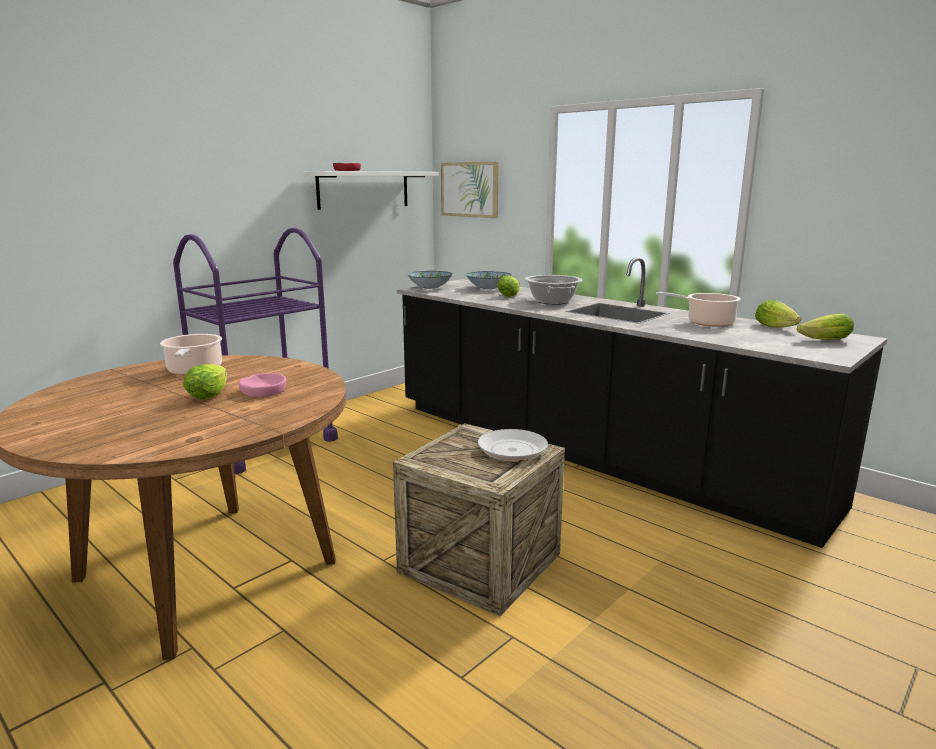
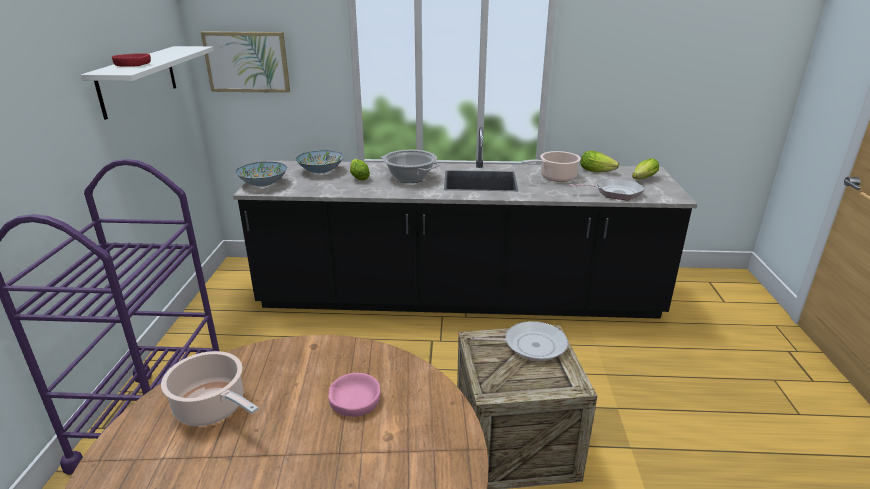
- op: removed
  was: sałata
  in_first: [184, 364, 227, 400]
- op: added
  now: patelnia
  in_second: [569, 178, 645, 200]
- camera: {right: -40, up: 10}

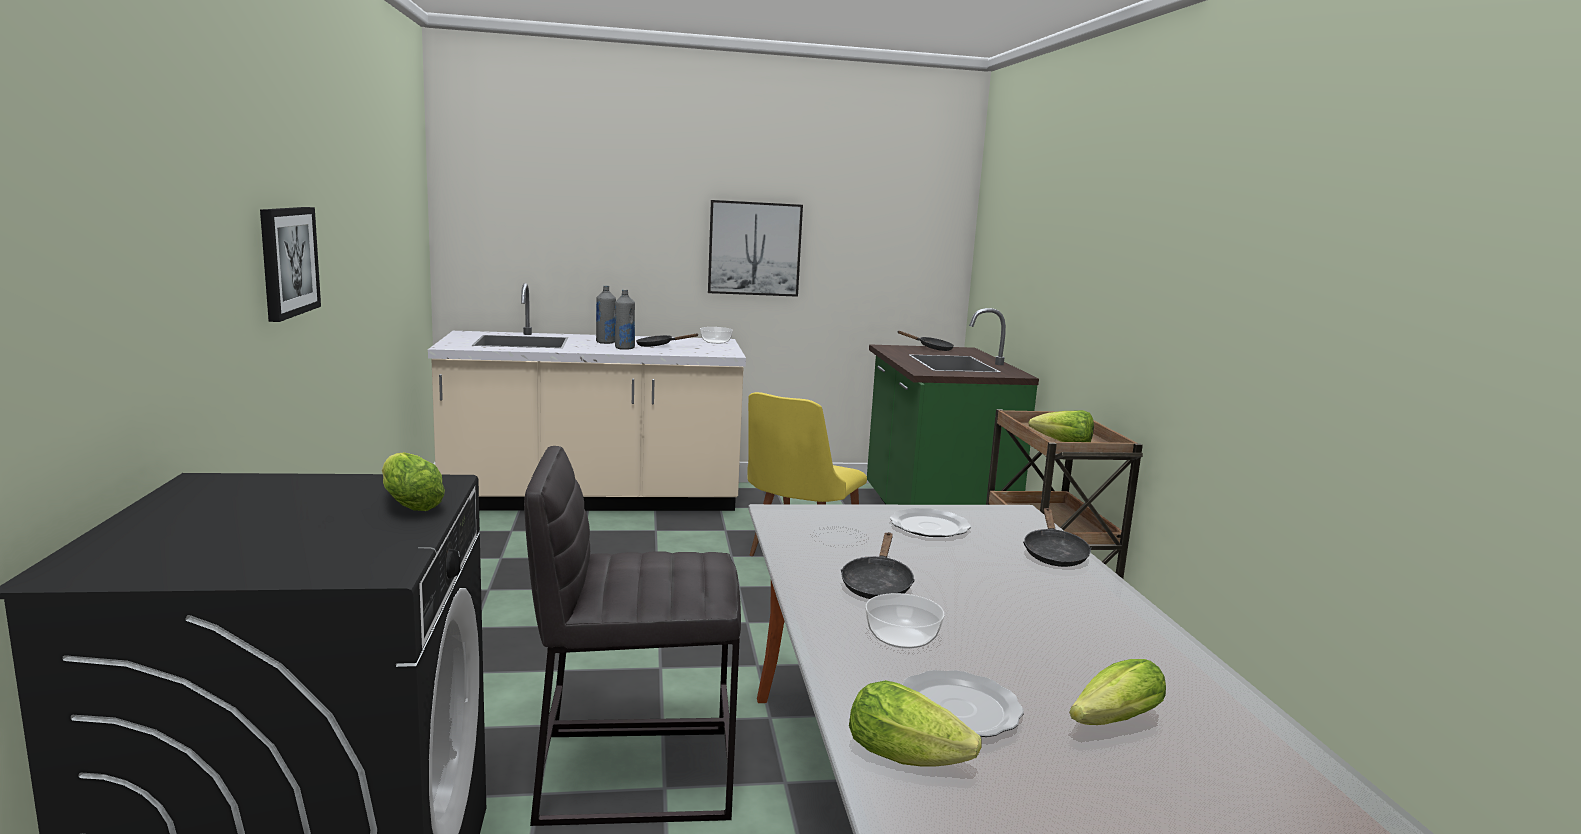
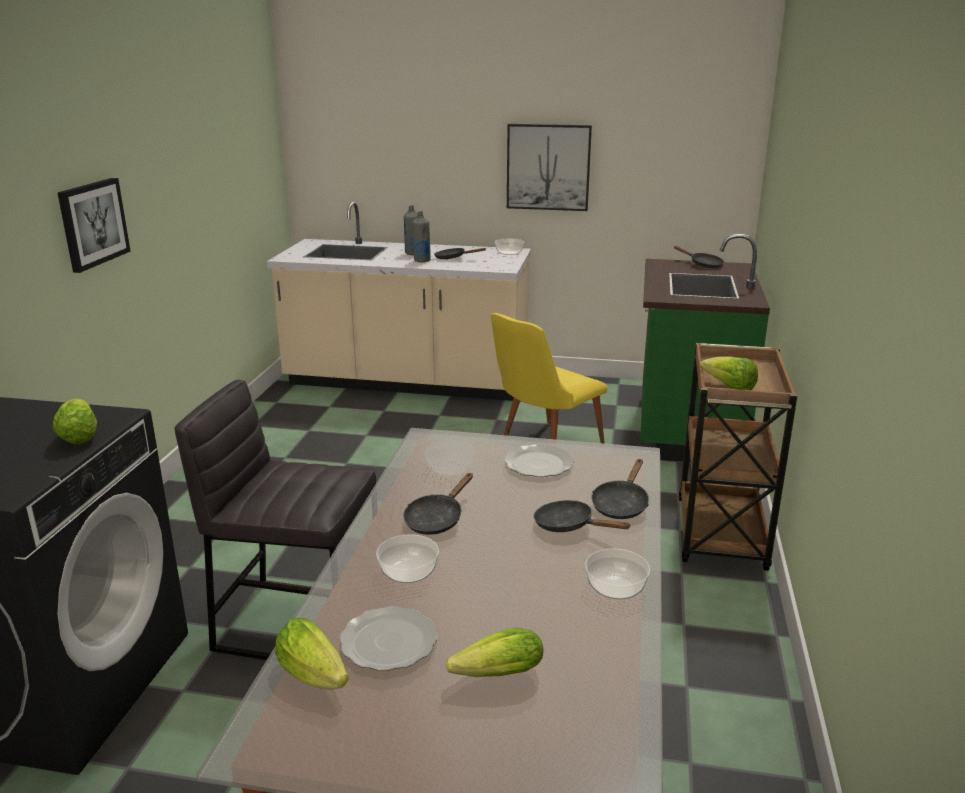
- op: added
  now: patelnia/czarny
  in_second: [534, 500, 630, 532]
- op: added
  now: miska
  in_second: [585, 549, 650, 599]
- camera: {right: 20, up: 10}

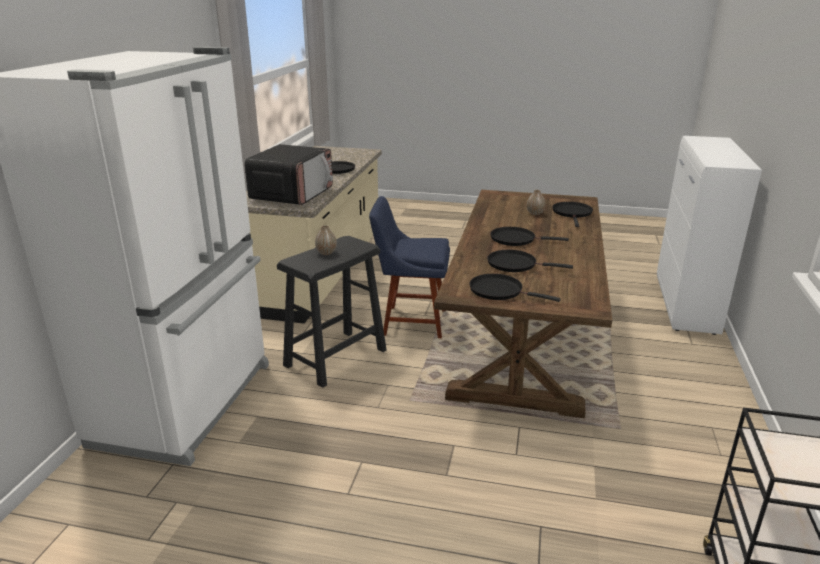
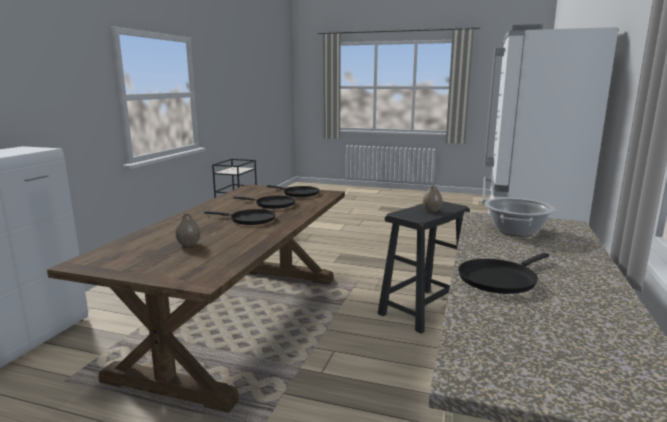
- op: replaced
  was: mikrofalówka
  now: garnek
  in_first: [244, 144, 333, 205]
  in_second: [484, 198, 556, 237]
- op: removed
  was: krzesło/niebieski
  in_first: [369, 196, 450, 338]
- op: removed
  was: patelnia/czarny
  in_first: [552, 202, 593, 227]
- camera: {right: -175, up: -10}

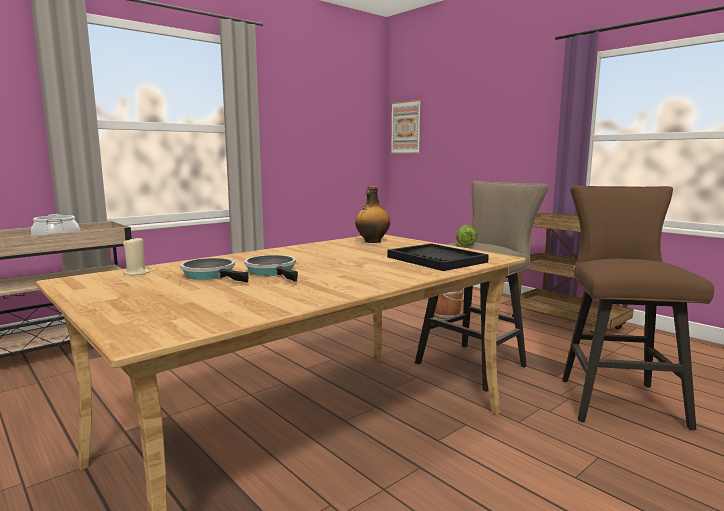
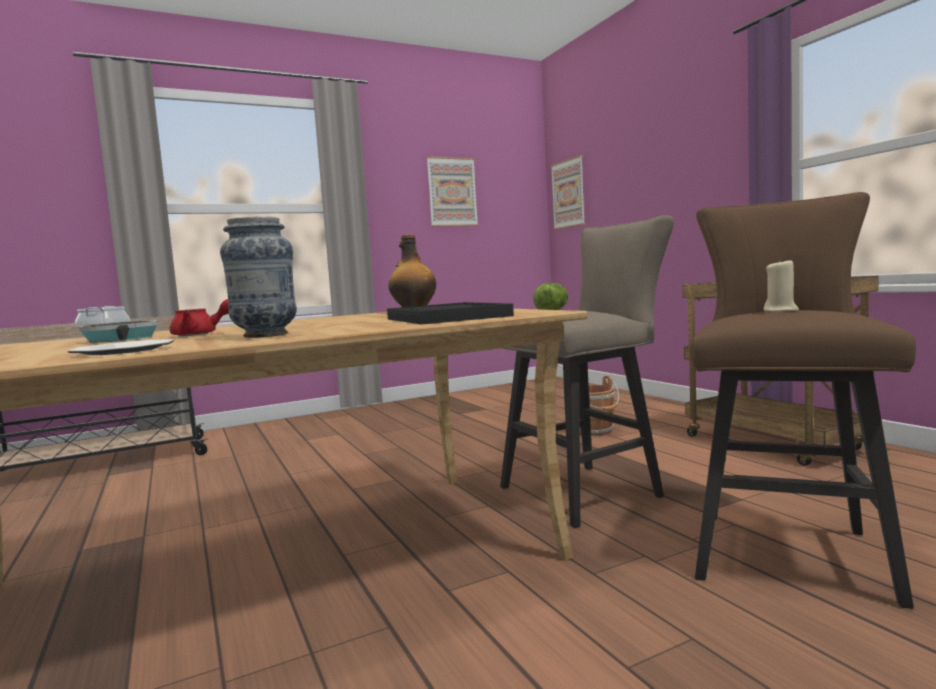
- op: moved
  was: świeca/beżowy
  in_first: [123, 236, 150, 275]
  in_second: [764, 258, 799, 312]
- op: replaced
  was: patelnia
  now: imbryk/czerwony
  in_first: [244, 255, 298, 282]
  in_second: [169, 299, 229, 336]
- op: added
  now: obraz
  in_second: [426, 156, 478, 227]
- op: added
  now: wazon
  in_second: [220, 217, 297, 338]
- op: added
  now: talerz
  in_second: [68, 339, 174, 355]
- camera: {right: 15, up: -5}

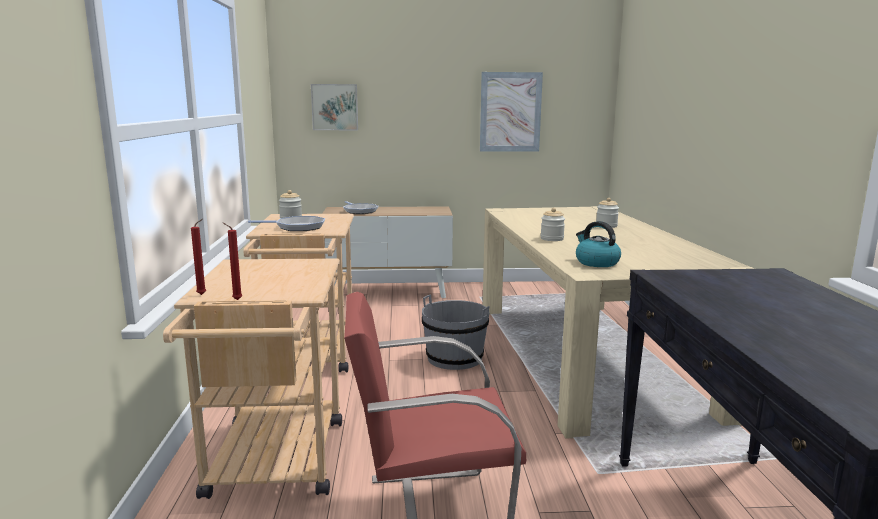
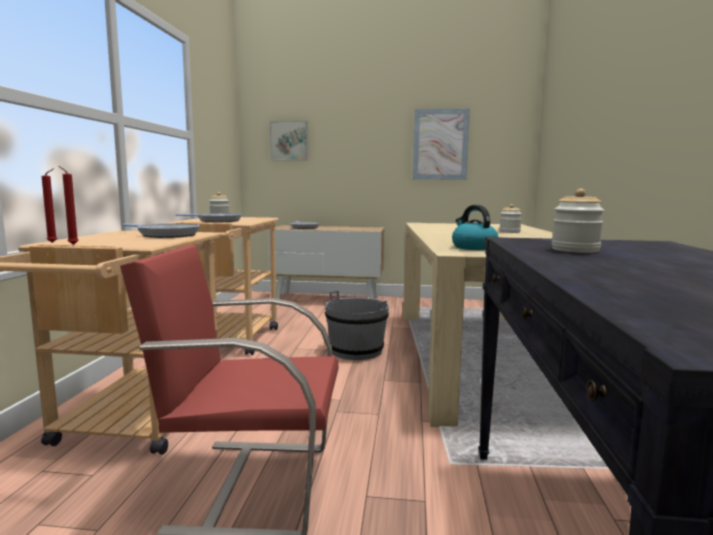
- op: moved
  was: słoik
  in_first: [541, 208, 565, 241]
  in_second: [552, 189, 604, 253]
- op: added
  now: patelnia
  in_second: [123, 223, 199, 238]
- camera: {right: 10, up: -5}

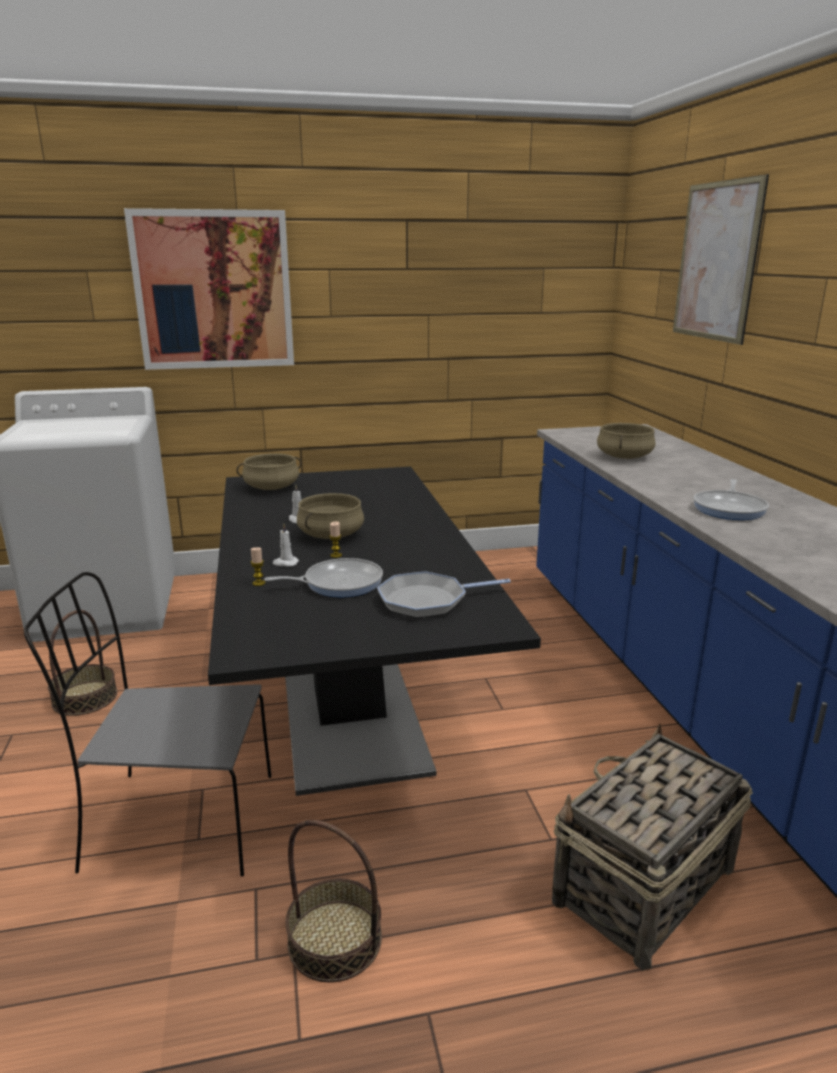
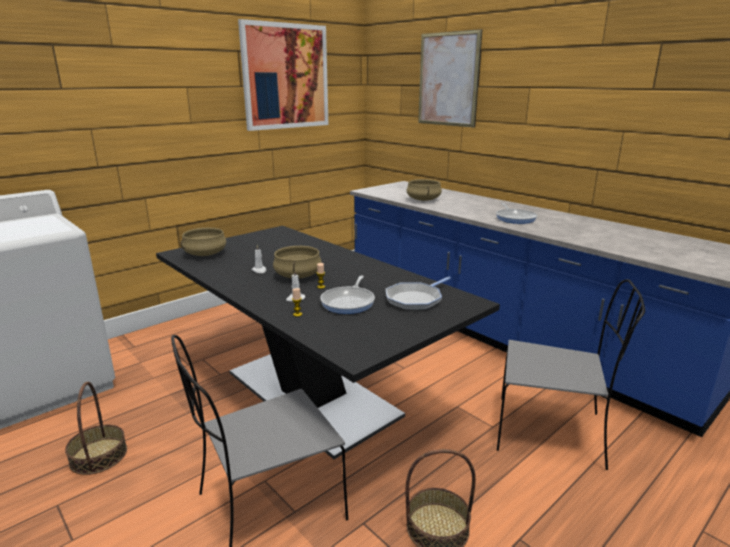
- op: moved
  was: obraz
  in_first: [124, 208, 294, 370]
  in_second: [238, 19, 329, 131]
- op: turned
  was: patelnia
  in_first: [264, 558, 383, 597]
  in_second: [320, 276, 375, 314]
  clockwise: 150
- op: replaced
  was: koszyk
  now: krzesło/szary
  in_first: [552, 724, 753, 971]
  in_second: [497, 279, 645, 470]
- camera: {right: -30, up: 0}

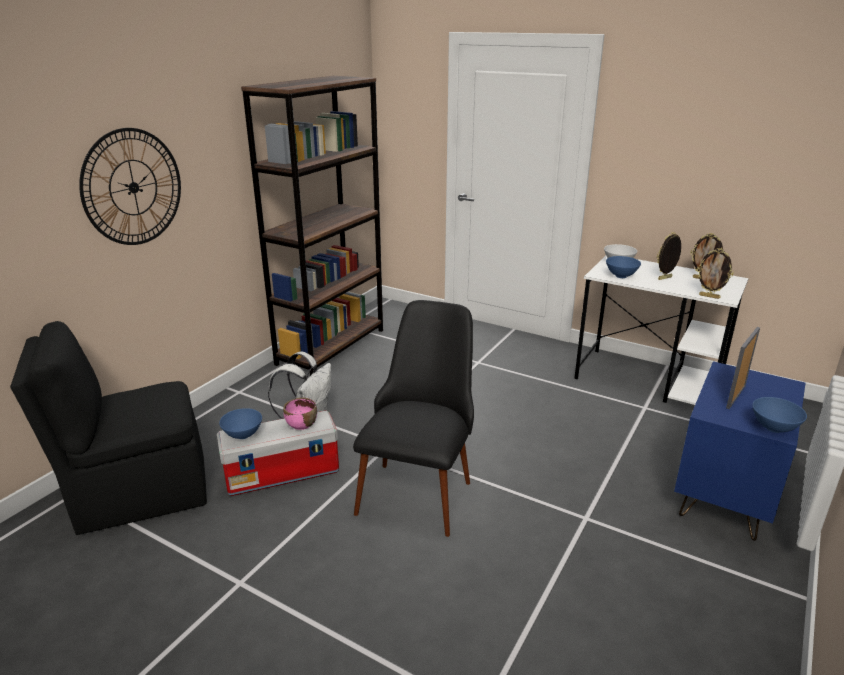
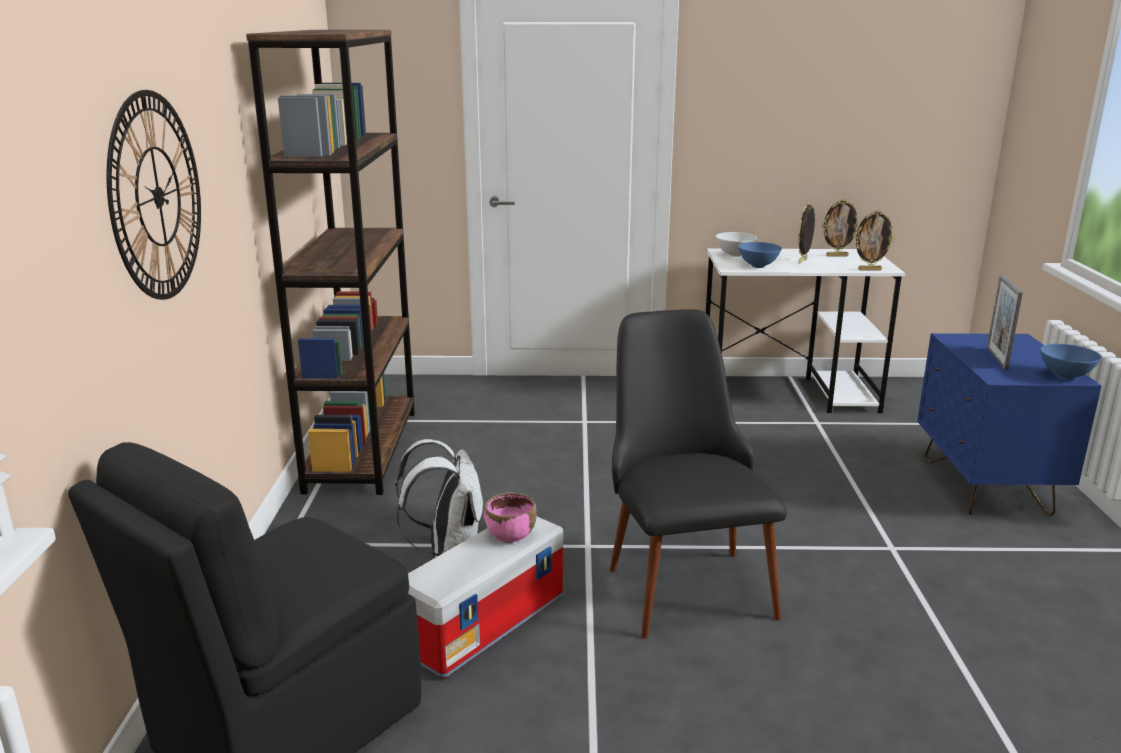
- op: removed
  was: miska/niebieski
  in_first: [219, 408, 262, 439]
- camera: {right: -30, up: -5}

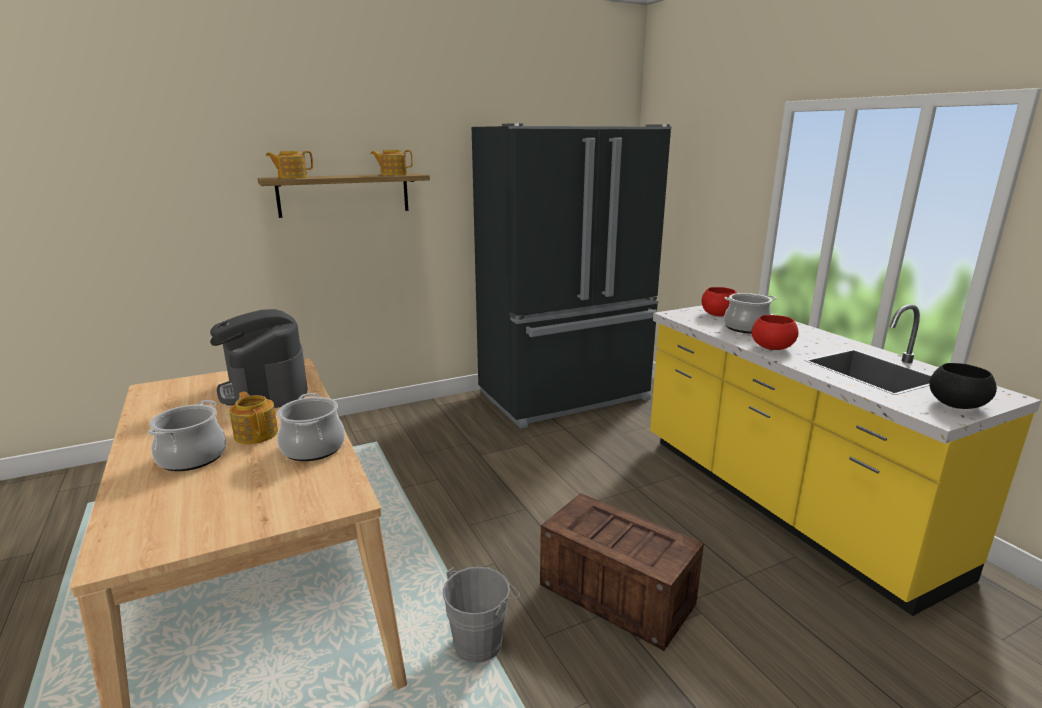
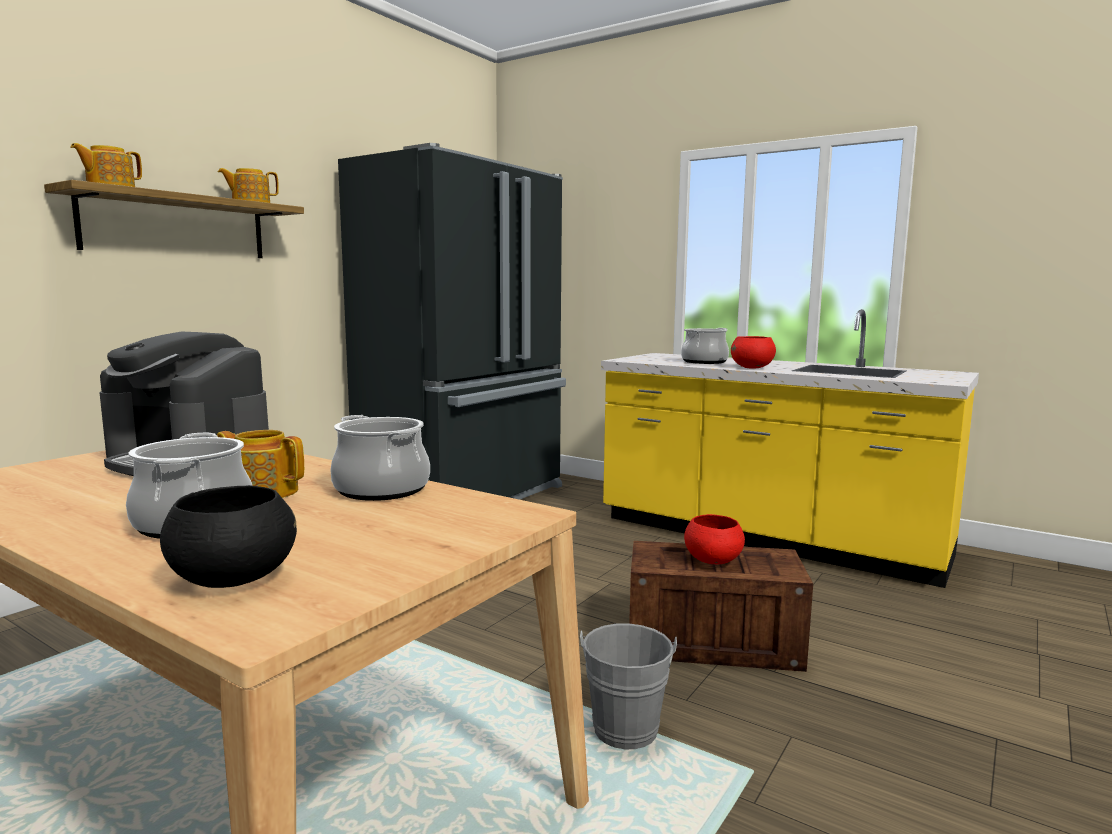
- op: moved
  was: miska/czerwony
  in_first: [702, 287, 737, 316]
  in_second: [684, 514, 745, 564]
- op: moved
  was: miska/czarny
  in_first: [929, 363, 997, 409]
  in_second: [160, 485, 297, 588]
- camera: {right: -30, up: -10}

